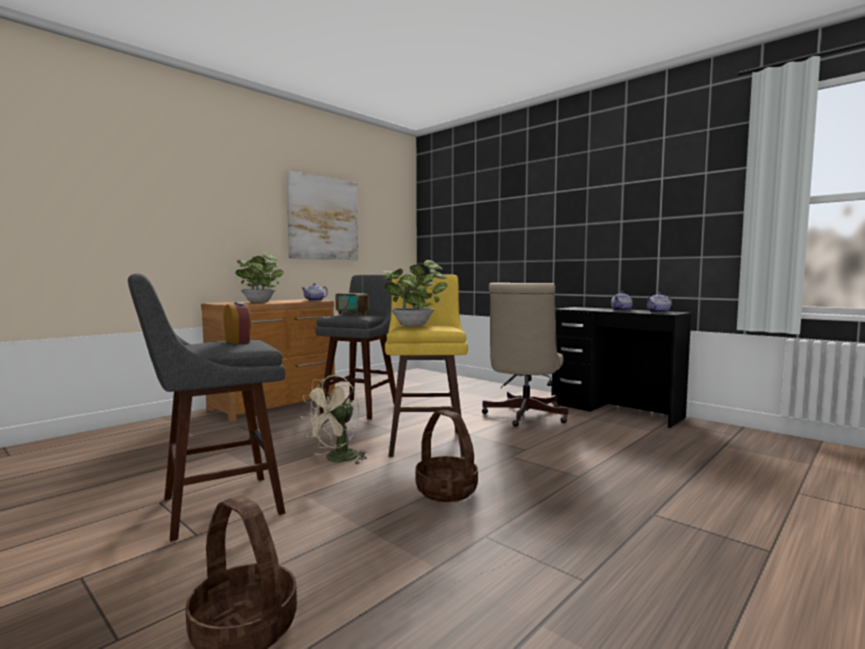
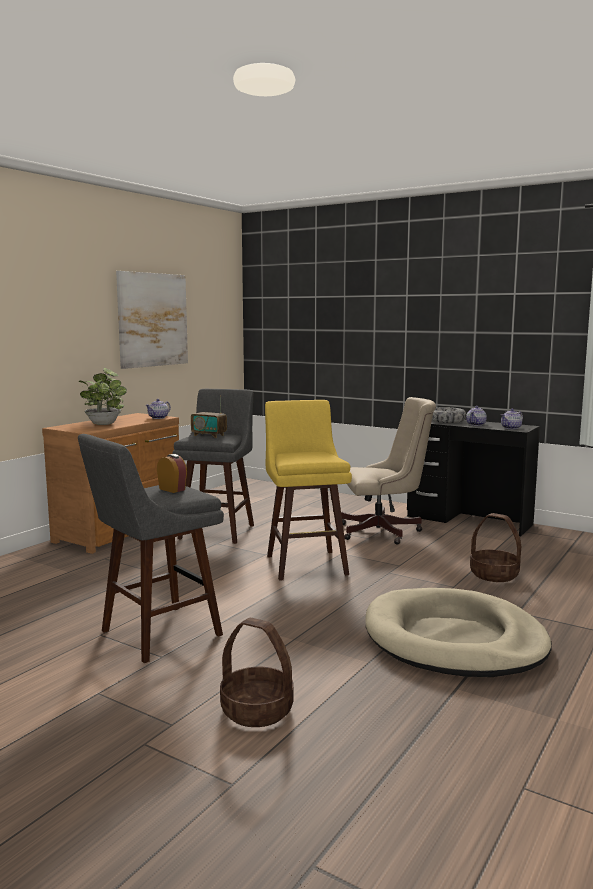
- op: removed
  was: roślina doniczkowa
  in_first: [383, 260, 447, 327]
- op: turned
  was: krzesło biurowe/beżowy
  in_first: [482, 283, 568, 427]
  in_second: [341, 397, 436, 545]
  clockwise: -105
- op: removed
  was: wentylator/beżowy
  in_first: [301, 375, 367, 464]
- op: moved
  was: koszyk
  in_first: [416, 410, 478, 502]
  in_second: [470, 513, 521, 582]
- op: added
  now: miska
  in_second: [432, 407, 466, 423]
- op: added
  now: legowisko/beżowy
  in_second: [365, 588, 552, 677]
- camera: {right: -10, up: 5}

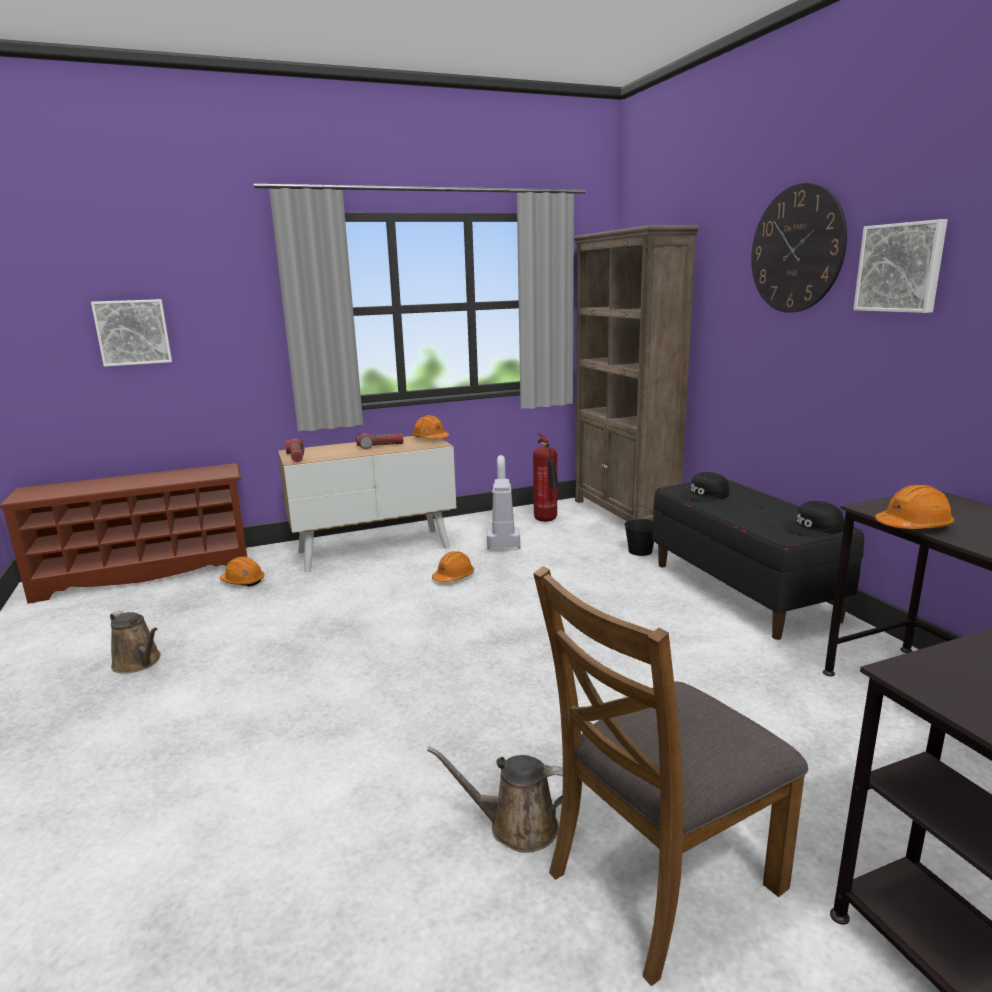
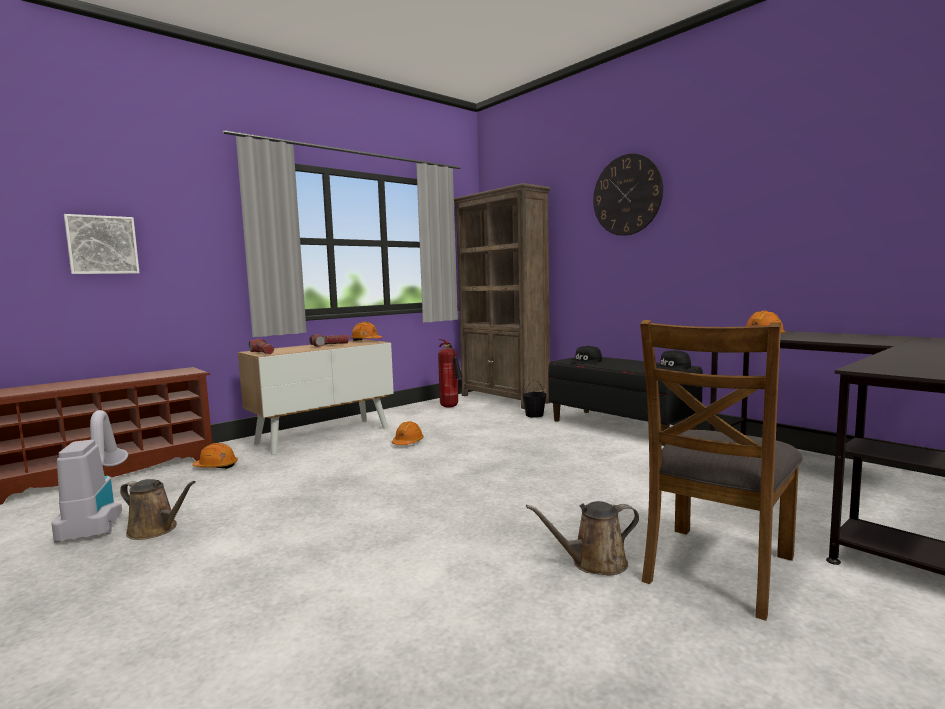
- op: removed
  was: obraz
  in_first: [853, 219, 948, 313]
- op: moved
  was: odkurzacz
  in_first: [487, 455, 521, 549]
  in_second: [51, 410, 128, 543]
- camera: {right: -20, up: -10}

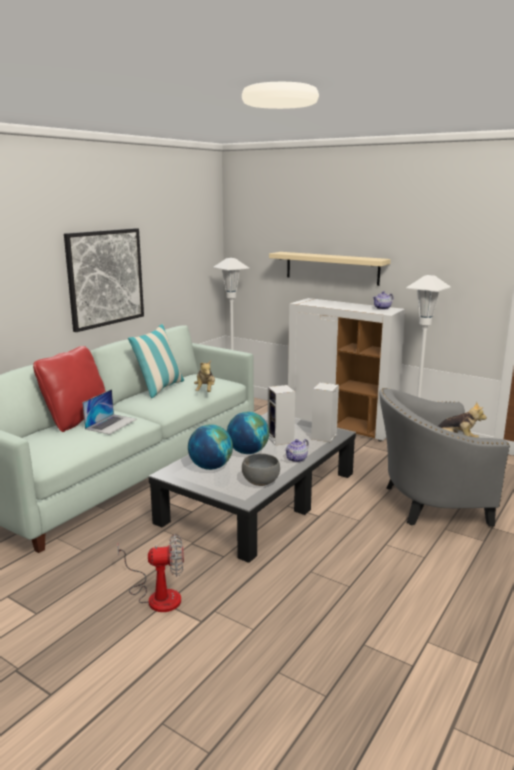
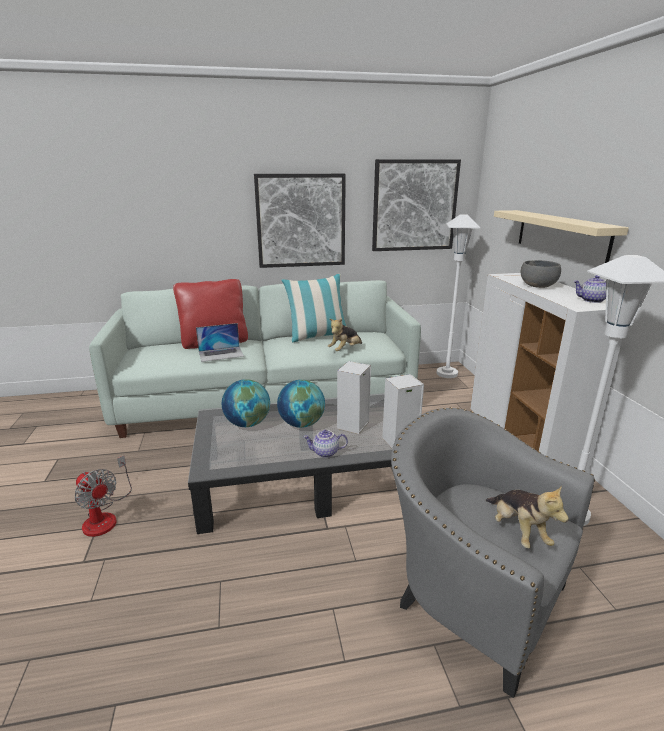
- op: moved
  was: miska/szary
  in_first: [242, 454, 280, 486]
  in_second: [521, 260, 561, 288]
- op: added
  now: obraz
  in_second: [372, 159, 461, 251]
- camera: {right: 45, up: 5}

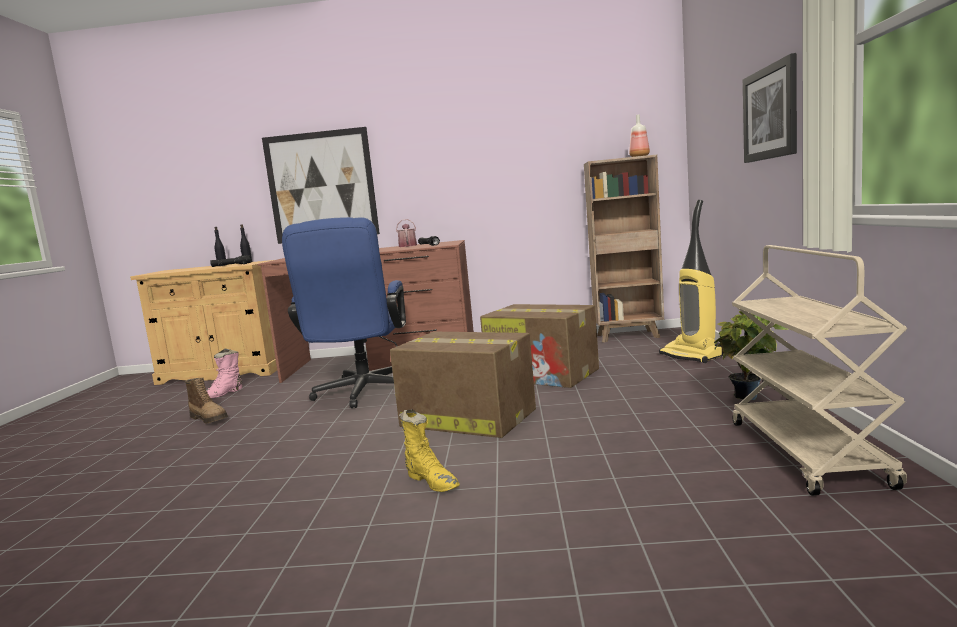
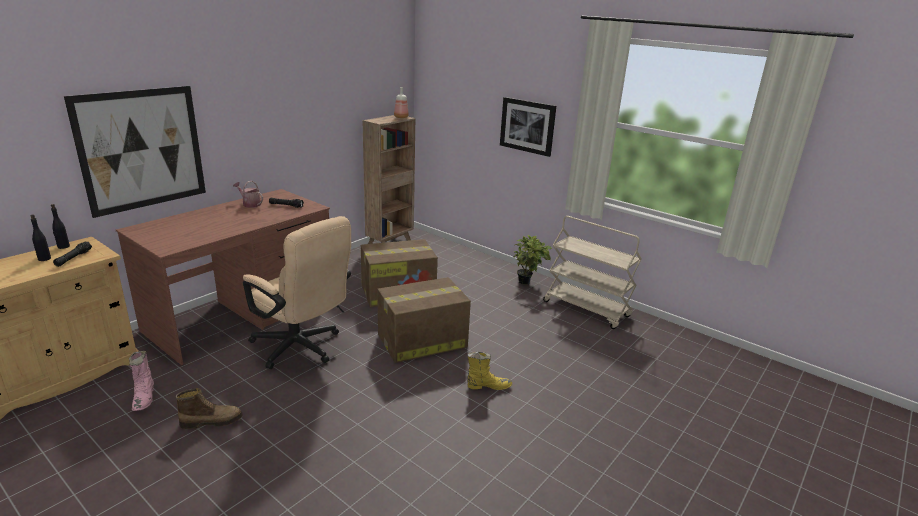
- op: removed
  was: odkurzacz
  in_first: [659, 200, 724, 363]
- op: recoloured
  was: krzesło biurowe/niebieski
  now: krzesło biurowe/beżowy
  in_first: [282, 217, 406, 408]
  in_second: [243, 216, 351, 369]
- camera: {right: -55, up: 15}

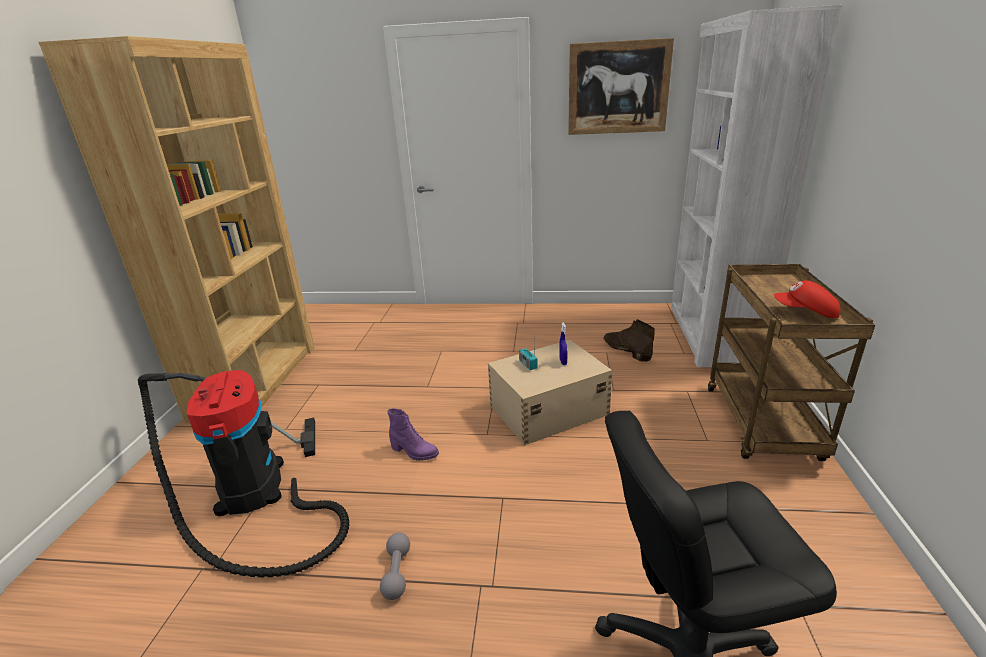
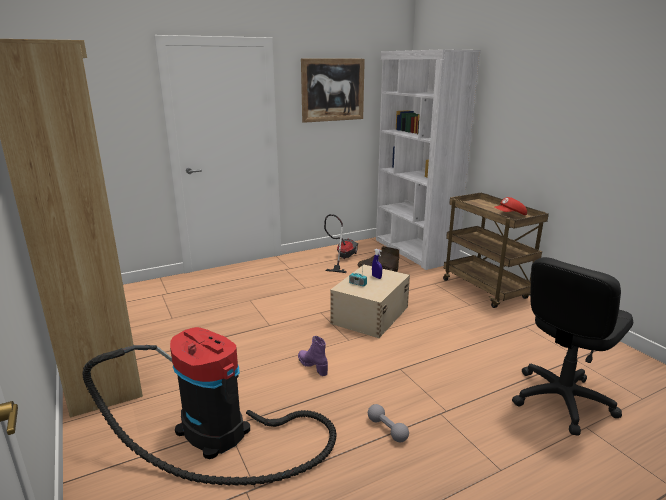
- op: turned
  was: but z cholewką/fioletowy
  in_first: [387, 409, 439, 461]
  in_second: [298, 336, 328, 376]
  clockwise: -120
- op: added
  now: odkurzacz
  in_second: [324, 214, 358, 273]
- camera: {right: -35, up: -5}

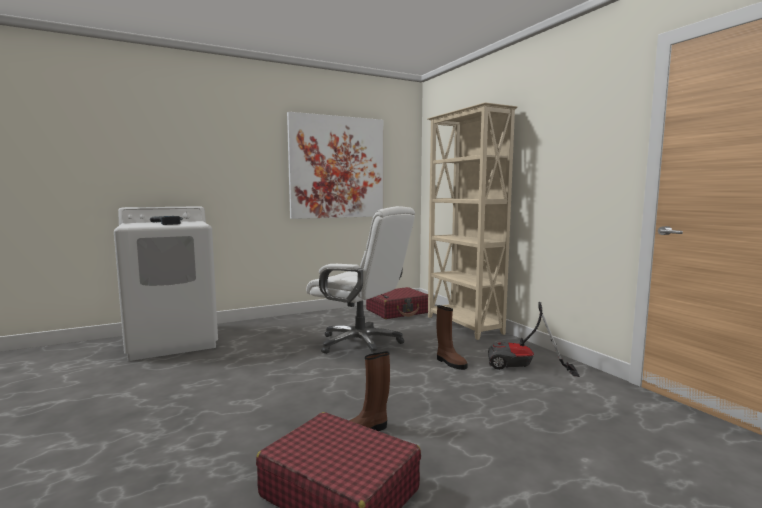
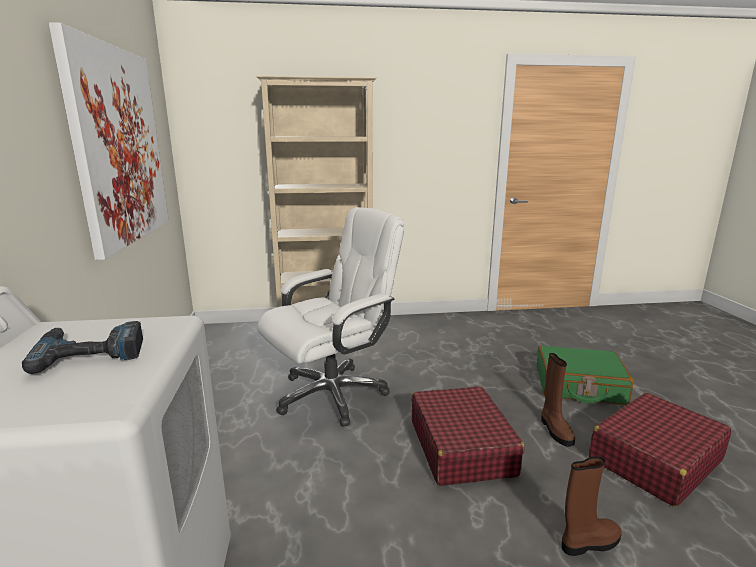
- op: moved
  was: walizka/czerwony
  in_first: [366, 287, 428, 319]
  in_second: [412, 386, 524, 486]
- op: removed
  was: odkurzacz
  in_first: [488, 302, 580, 377]
- op: moved
  was: but z cholewką/brązowy
  in_first: [437, 305, 468, 370]
  in_second: [561, 456, 622, 556]
- op: added
  now: walizka/zielony
  in_second: [536, 345, 634, 405]
- camera: {right: -70, up: 10}

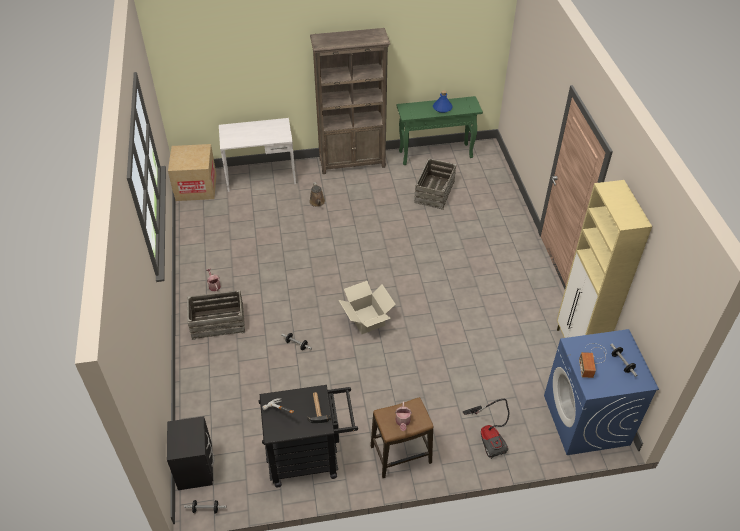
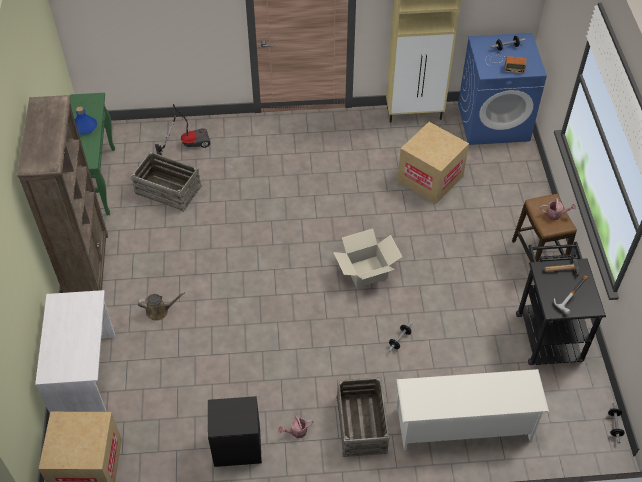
- op: moved
  was: odkurzacz
  in_first: [463, 399, 510, 459]
  in_second: [155, 104, 210, 155]
- op: moved
  was: szafka nocna/czarny
  in_first: [167, 416, 214, 490]
  in_second: [208, 396, 262, 467]
- op: added
  now: karton
  in_second: [397, 122, 469, 204]
- op: added
  now: regał na buty/biały
  in_second: [396, 369, 549, 450]
- camera: {right: -85, up: 5}

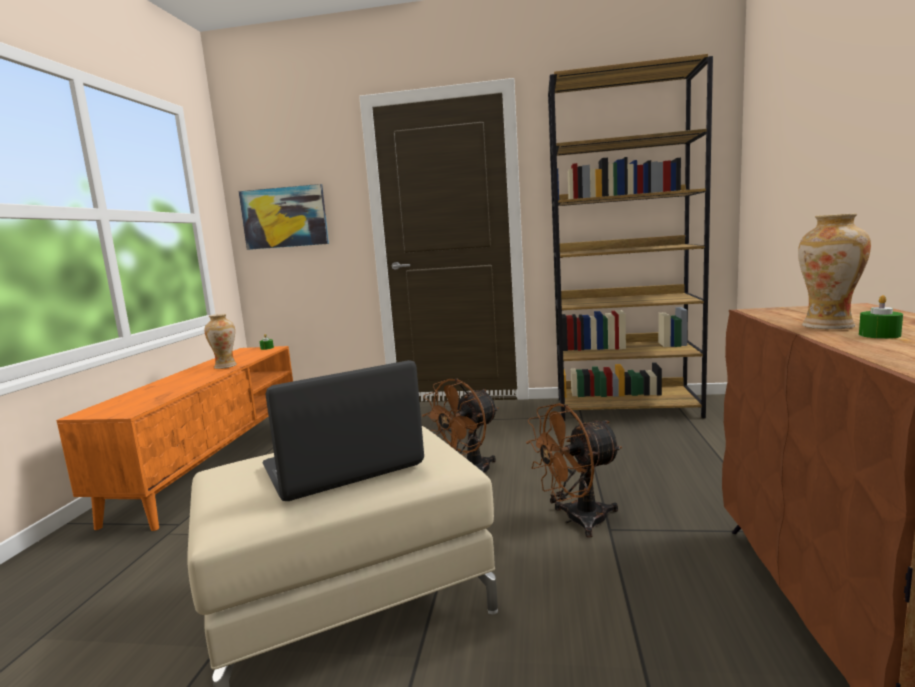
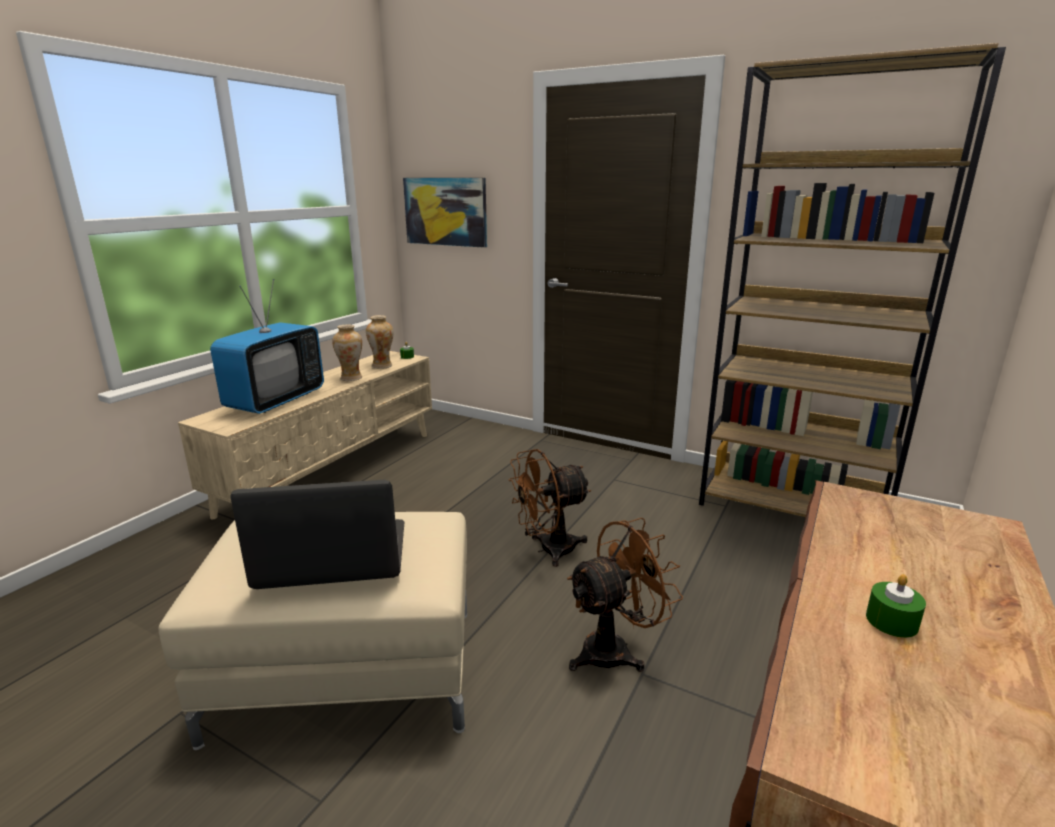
- op: moved
  was: wazon
  in_first: [798, 213, 871, 329]
  in_second: [366, 315, 393, 369]
- op: recoloured
  was: szafka pod telewizor/pomarańczowy
  now: szafka pod telewizor/beżowy
  in_first: [56, 346, 293, 531]
  in_second: [178, 351, 432, 520]
- op: turned
  was: wentylator/brązowy
  in_first: [526, 403, 622, 538]
  in_second: [567, 518, 683, 672]
  clockwise: 150
- op: added
  now: telewizor
  in_second: [210, 279, 324, 414]
- camera: {right: 20, up: 10}

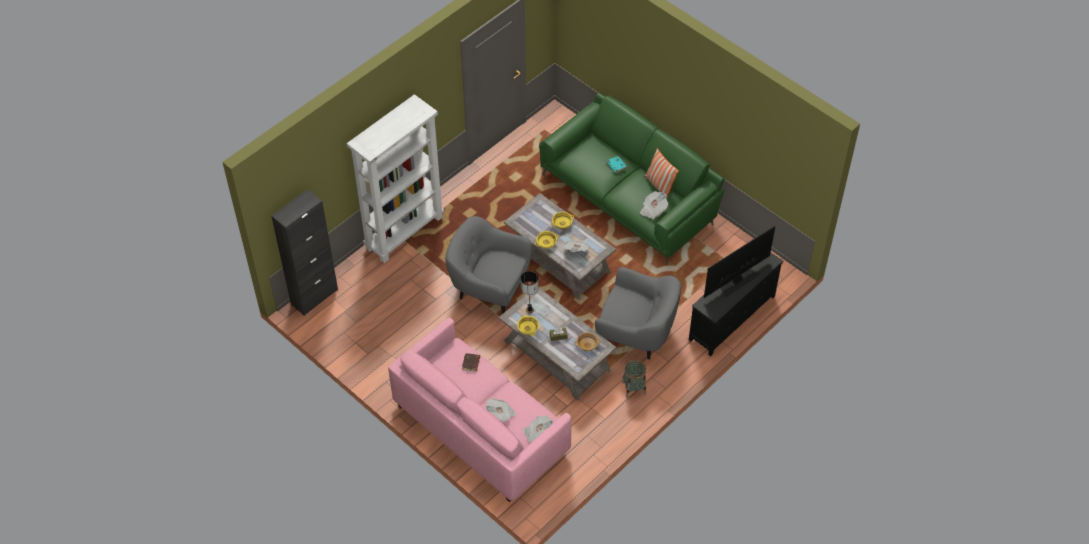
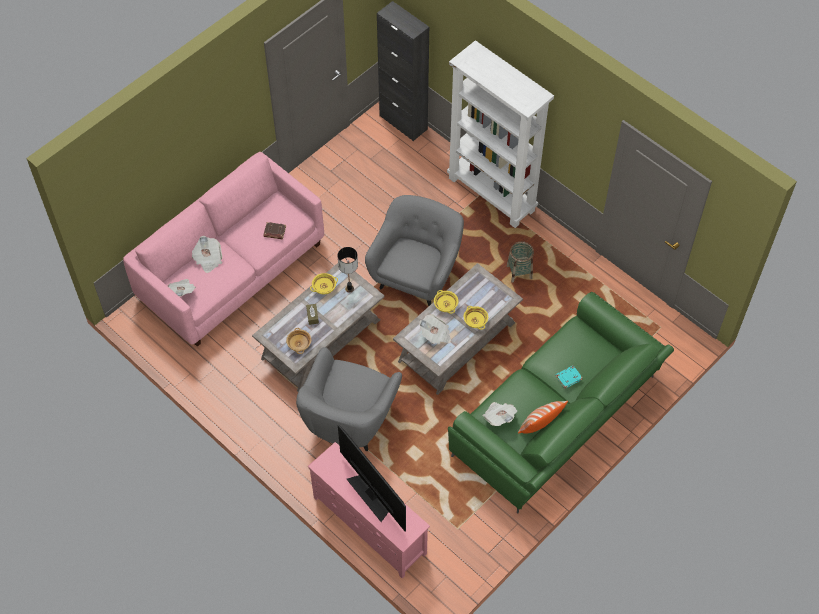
- op: recoloured
  was: szafka pod telewizor/czarny
  now: szafka pod telewizor/różowy
  in_first: [689, 253, 783, 356]
  in_second: [308, 442, 430, 578]
- op: moved
  was: koszyk
  in_first: [622, 360, 646, 398]
  in_second: [507, 241, 534, 282]
- camera: {right: 90, up: 5}

